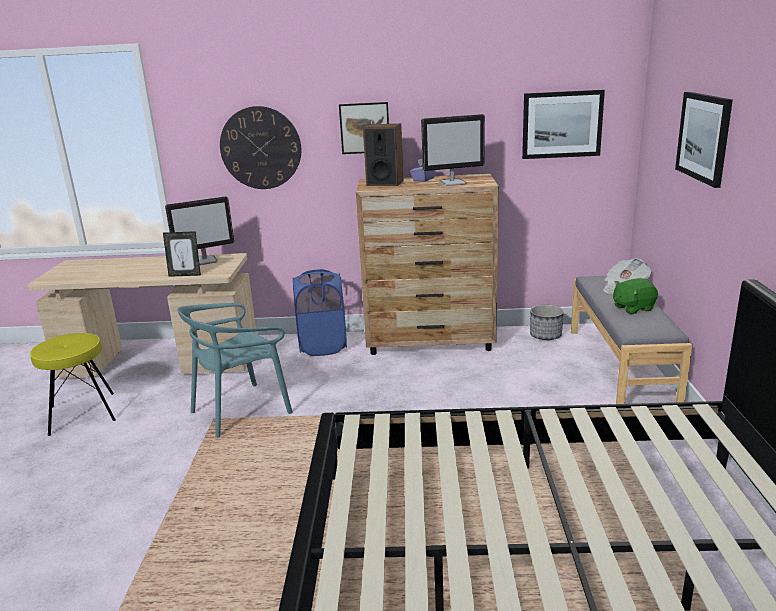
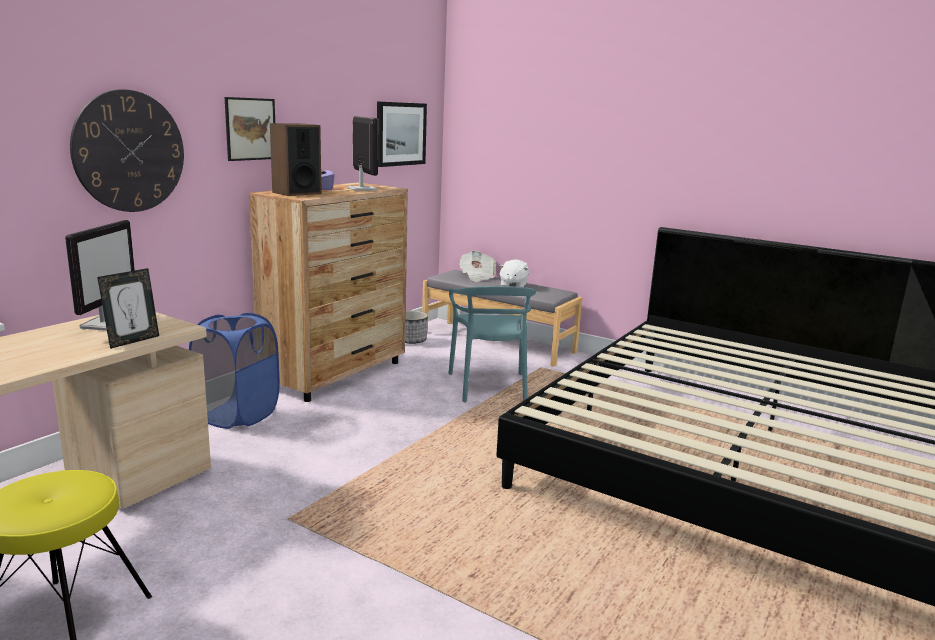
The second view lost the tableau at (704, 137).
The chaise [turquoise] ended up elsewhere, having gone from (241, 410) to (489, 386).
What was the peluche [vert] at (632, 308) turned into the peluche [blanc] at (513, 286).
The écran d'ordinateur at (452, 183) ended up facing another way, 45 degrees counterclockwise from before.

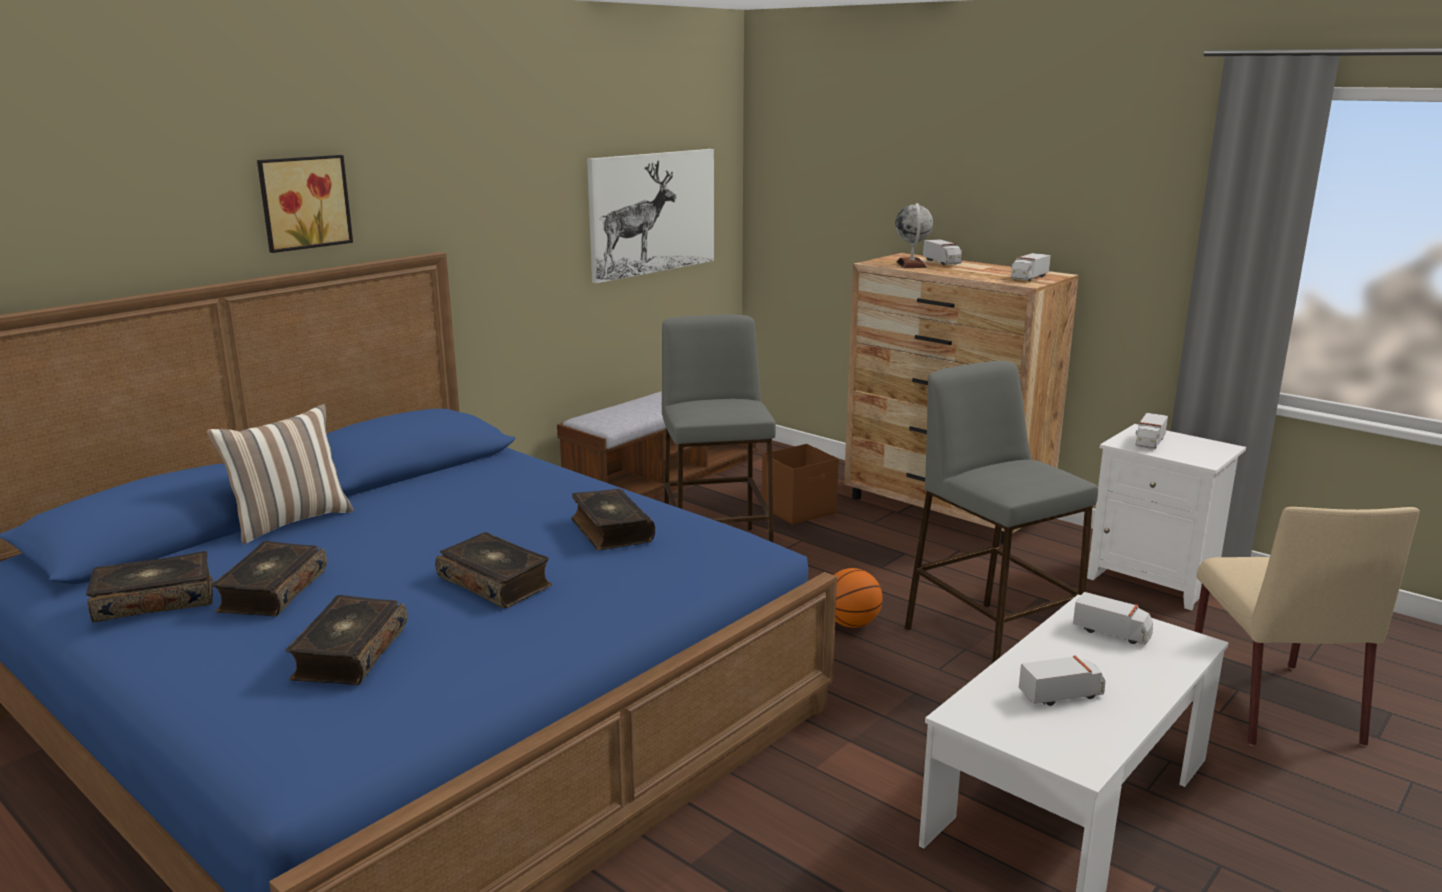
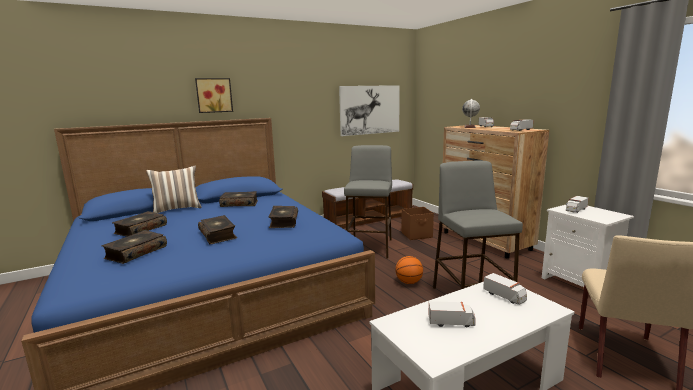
The livre ended up elsewhere, having gone from (155, 600) to (239, 204).

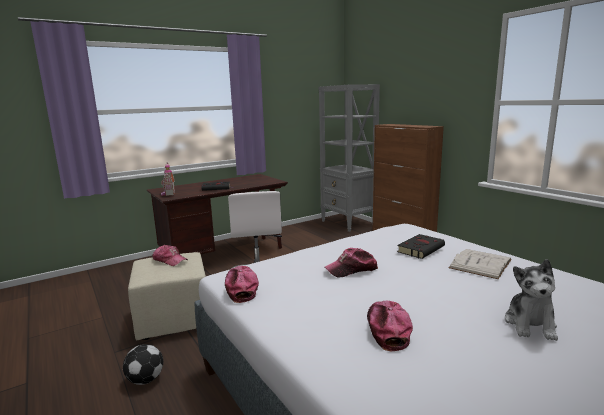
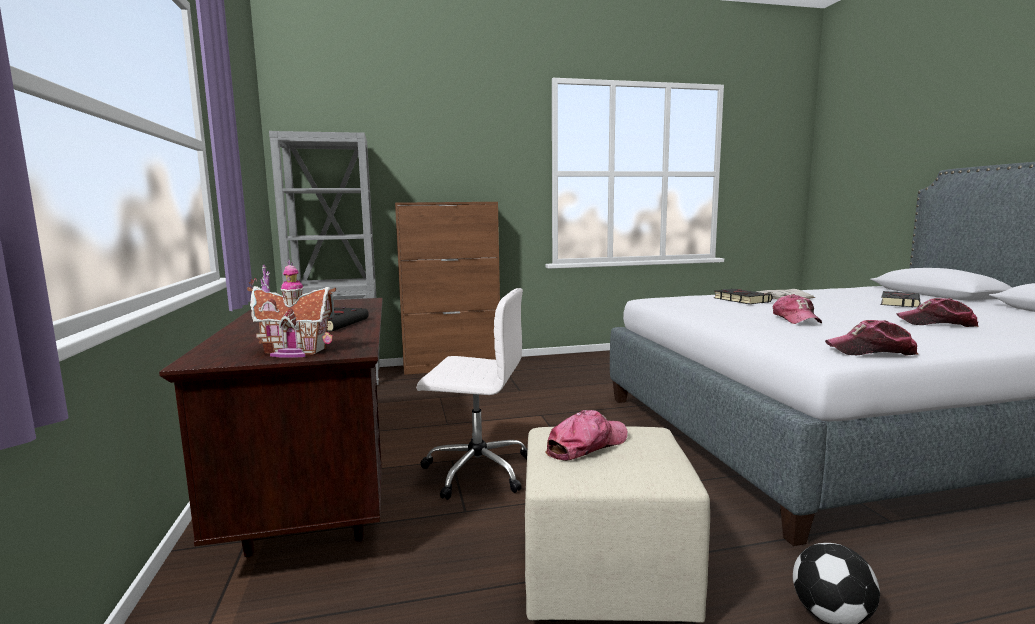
Where the peluche stood at (530, 324), the livre [noir] came to stand at (899, 303).

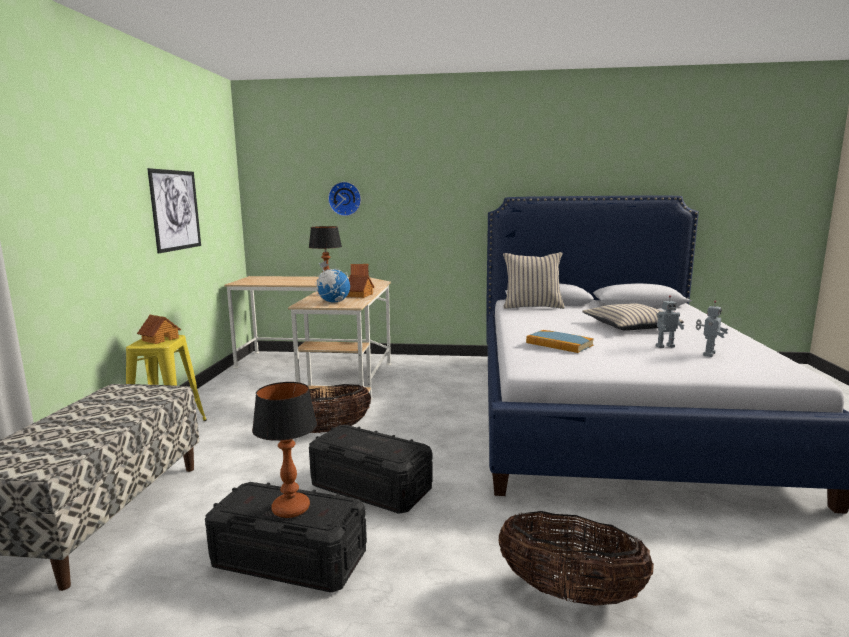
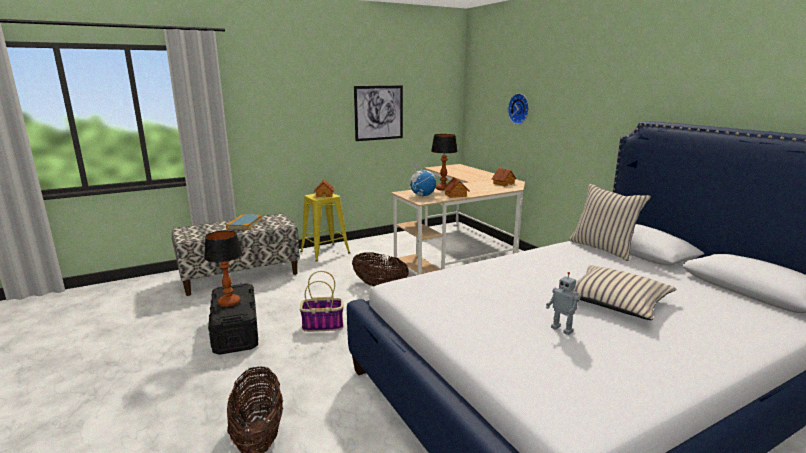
The second view lost the robot jouet at (707, 354).
The livre ended up elsewhere, having gone from (559, 344) to (244, 224).
Where the boîte de rangement [noir] stood at (370, 487), the panier came to stand at (323, 325).

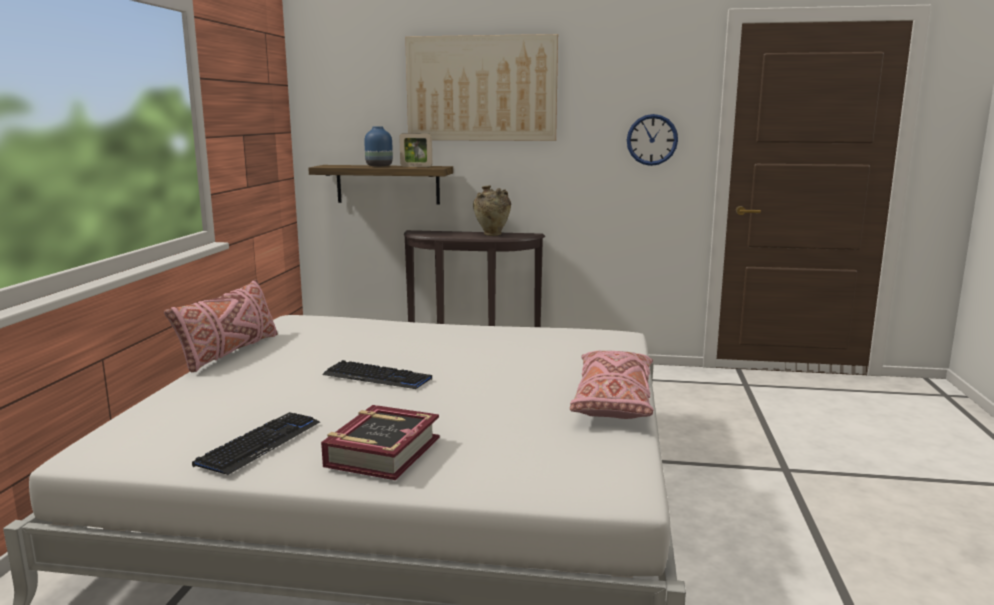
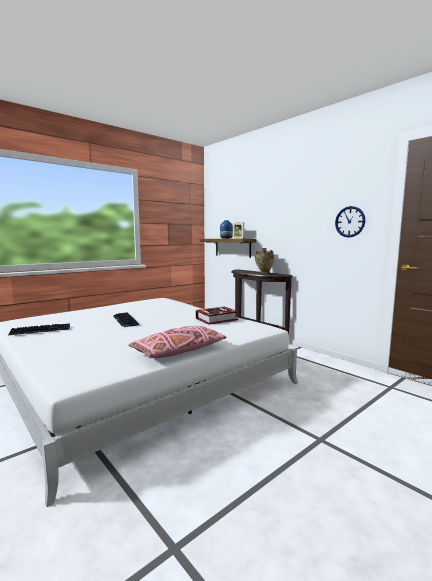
The second view lost the coussin [rose] at (228, 352).
The second view lost the tableau at (481, 88).
The livre ended up elsewhere, having gone from (382, 452) to (216, 319).

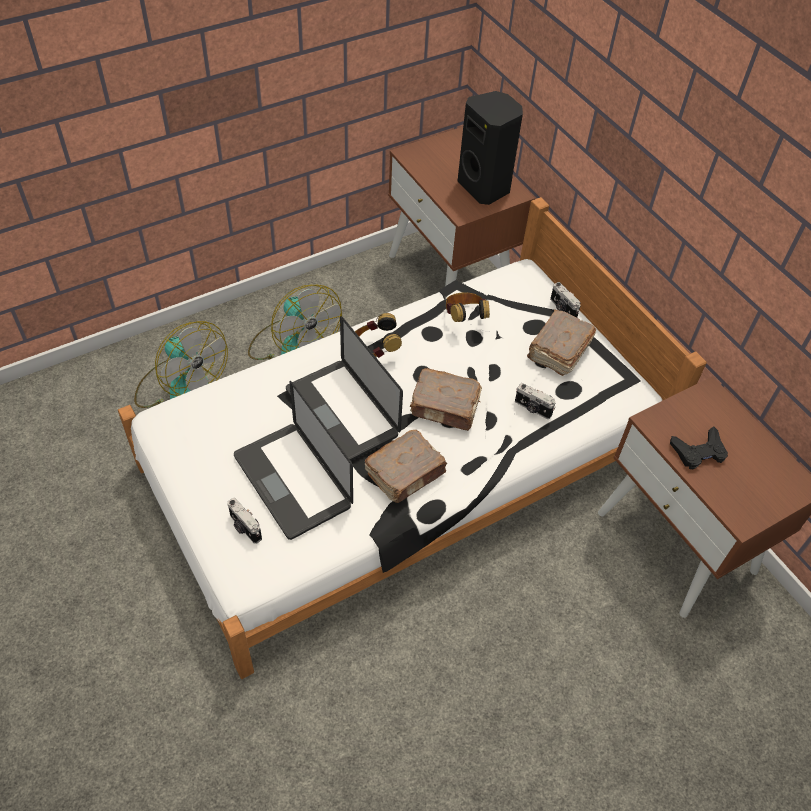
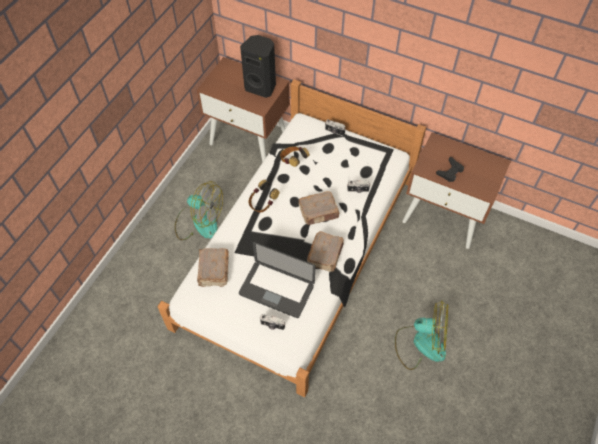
The second view lost the ordinateur portable at (342, 412).
The ventilateur ended up elsewhere, having gone from (181, 388) to (420, 343).
The livre [marron] ended up elsewhere, having gone from (558, 351) to (213, 271).

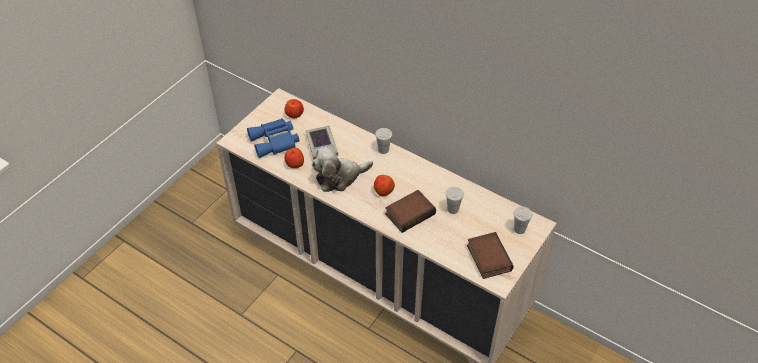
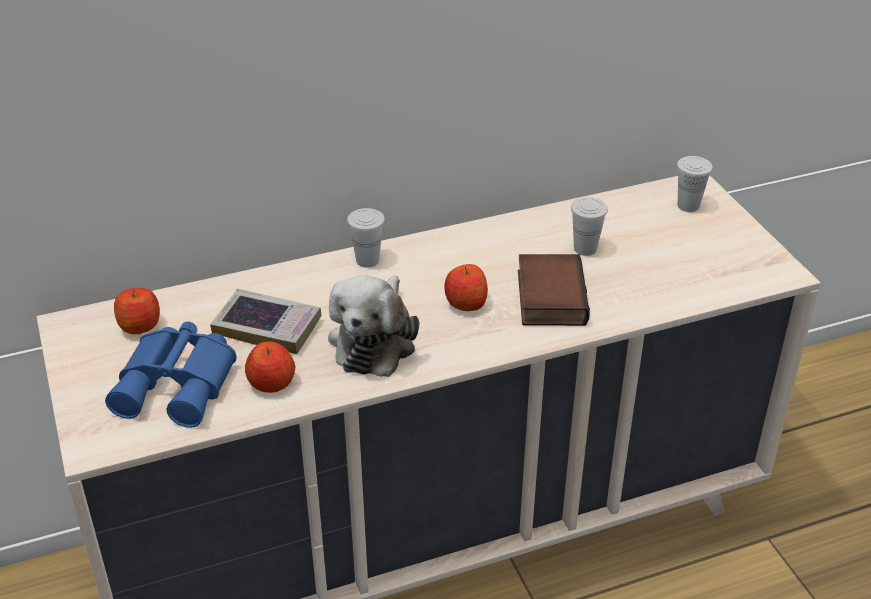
The second view lost the livre at (487, 258).

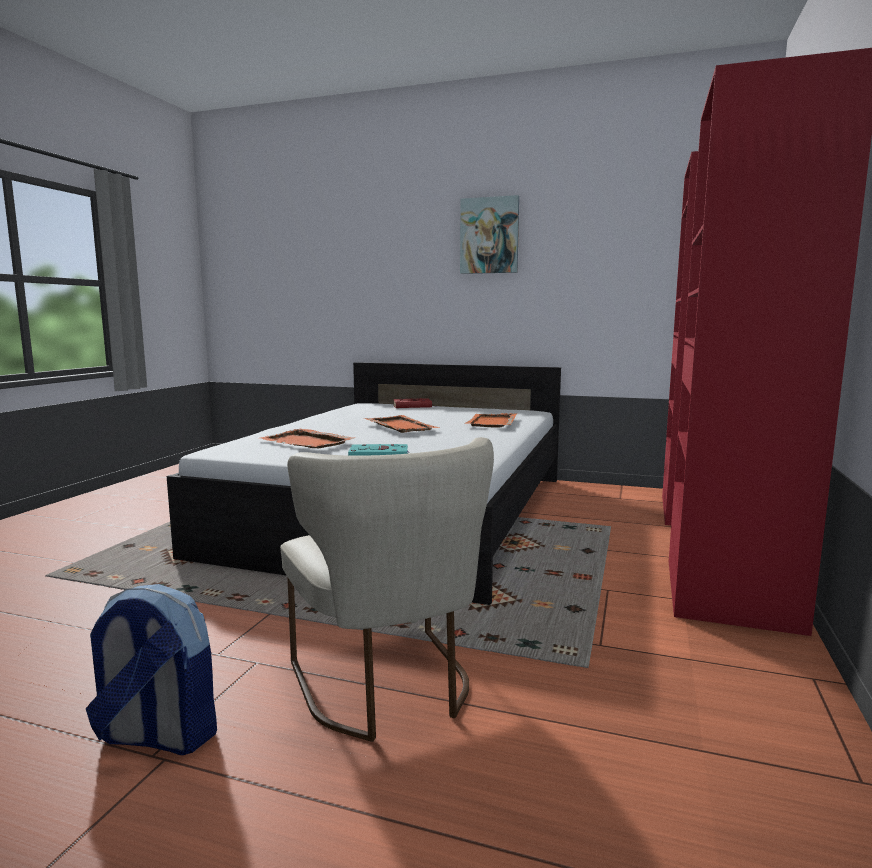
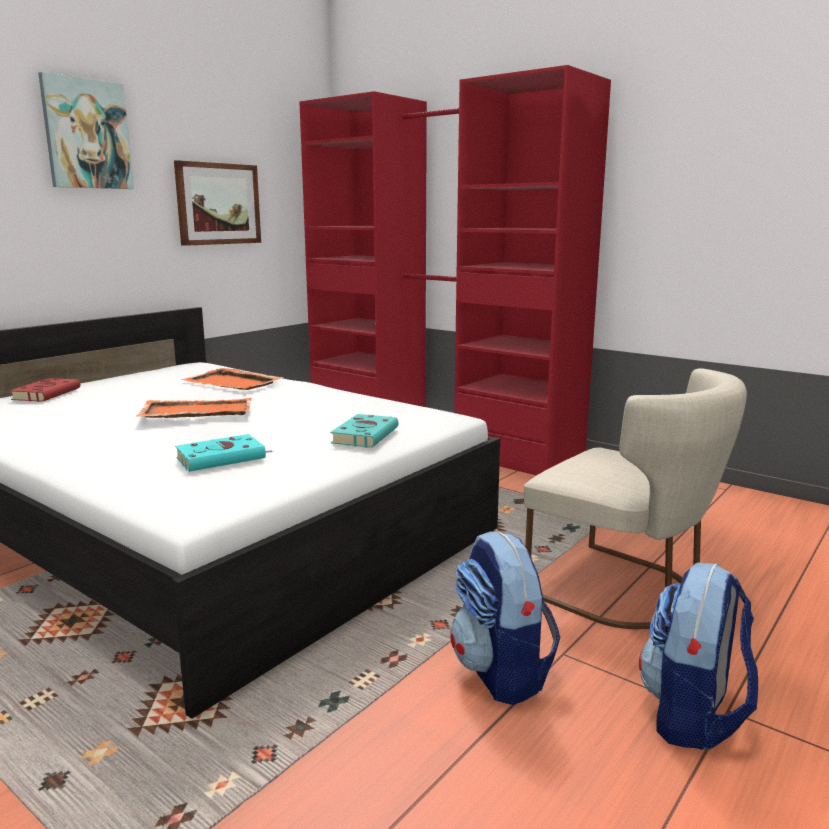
The second view gained the tableau at (218, 204).
The second view gained the sac à dos at (501, 672).
Where the plateau [orange] stood at (307, 442), the livre [turquoise] came to stand at (223, 458).
The chaise [beige] at (389, 689) ended up facing another way, 45 degrees clockwise from before.

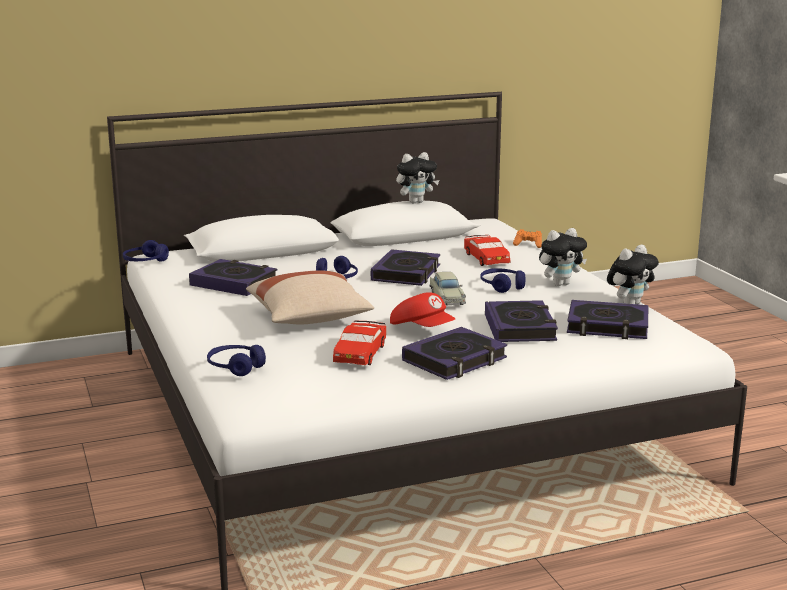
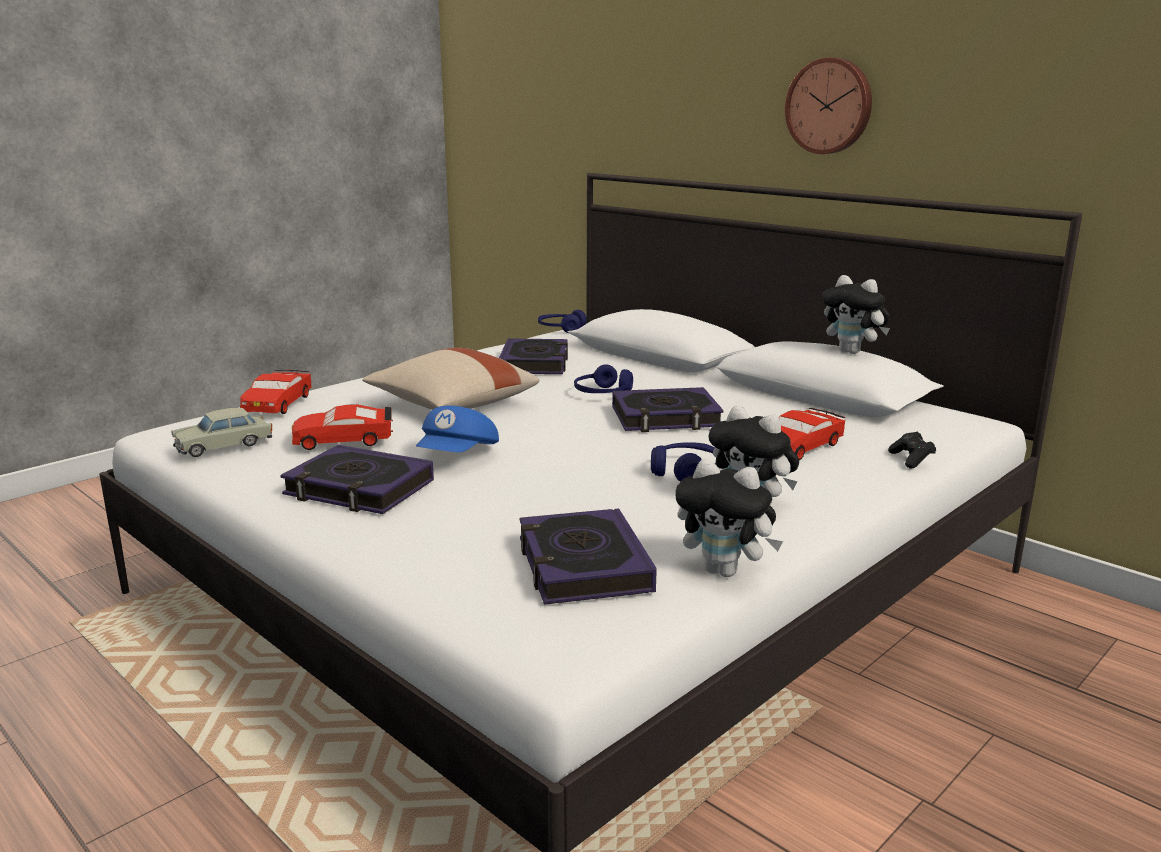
The second view lost the livre at (520, 328).
The second view gained the horloge murale at (830, 106).
The petite voiture [beige] ended up elsewhere, having gone from (447, 298) to (224, 445).
Where the casque audio [bleu] stood at (235, 367), the petite voiture [rouge] came to stand at (277, 403).
What was the casquette [rouge] at (422, 329) turned into the casquette [bleu] at (458, 456).
What was the manette [orange] at (528, 244) turned into the manette [noir] at (911, 460).

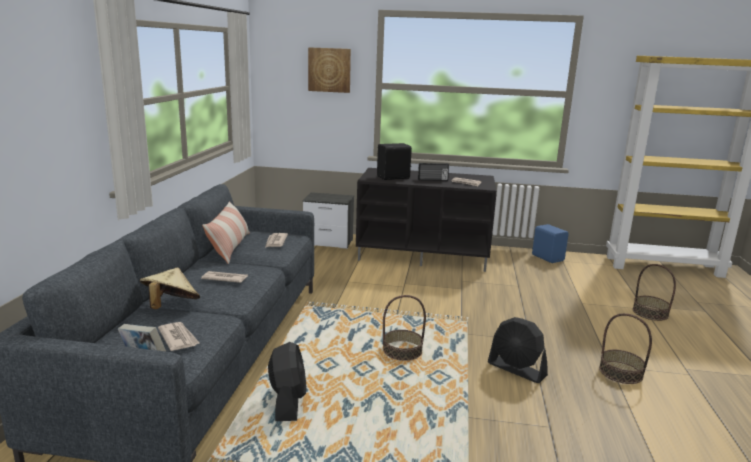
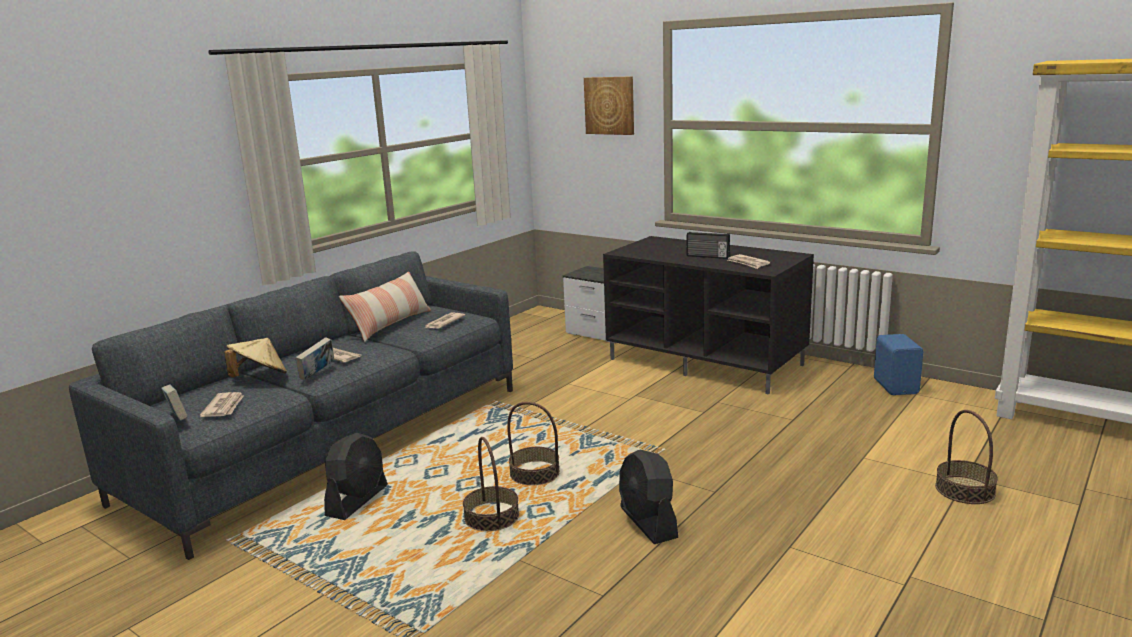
The second view lost the enceinte [noir] at (394, 178).
The second view gained the livre at (317, 374).
The panier ended up elsewhere, having gone from (620, 372) to (492, 517).

